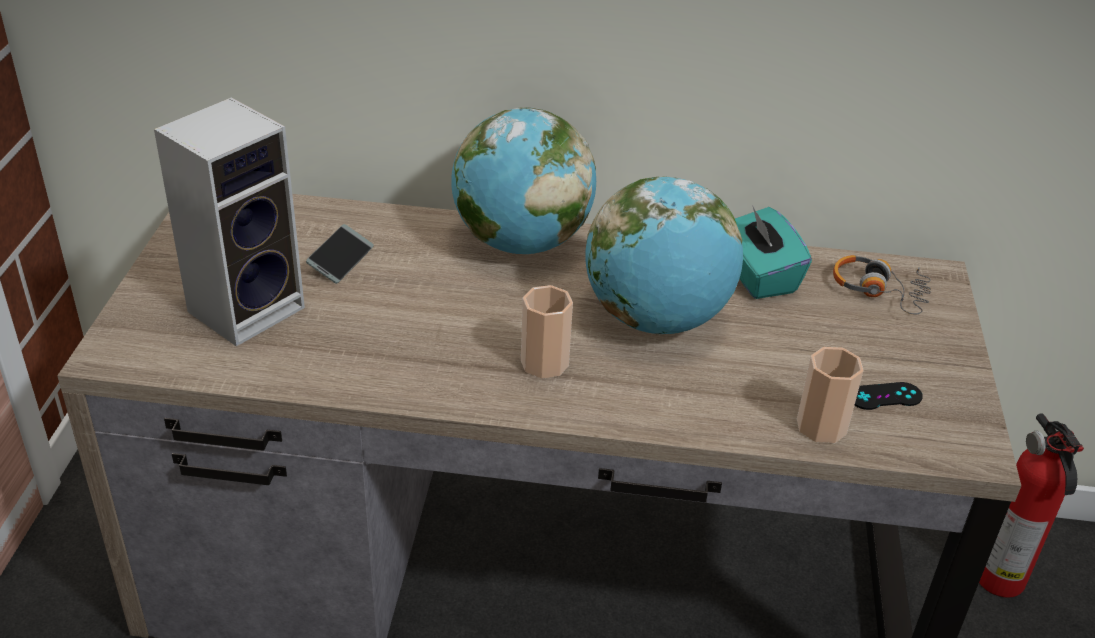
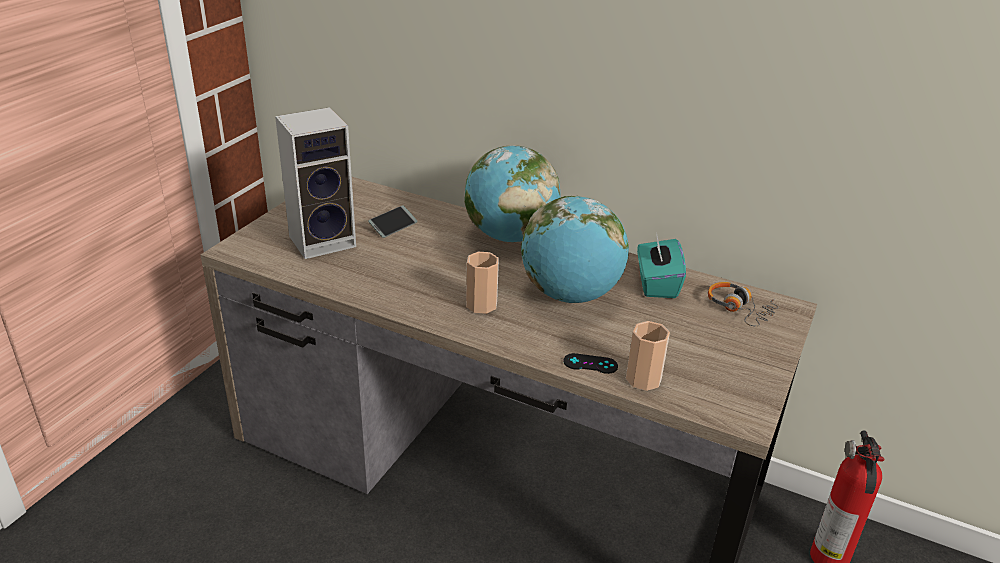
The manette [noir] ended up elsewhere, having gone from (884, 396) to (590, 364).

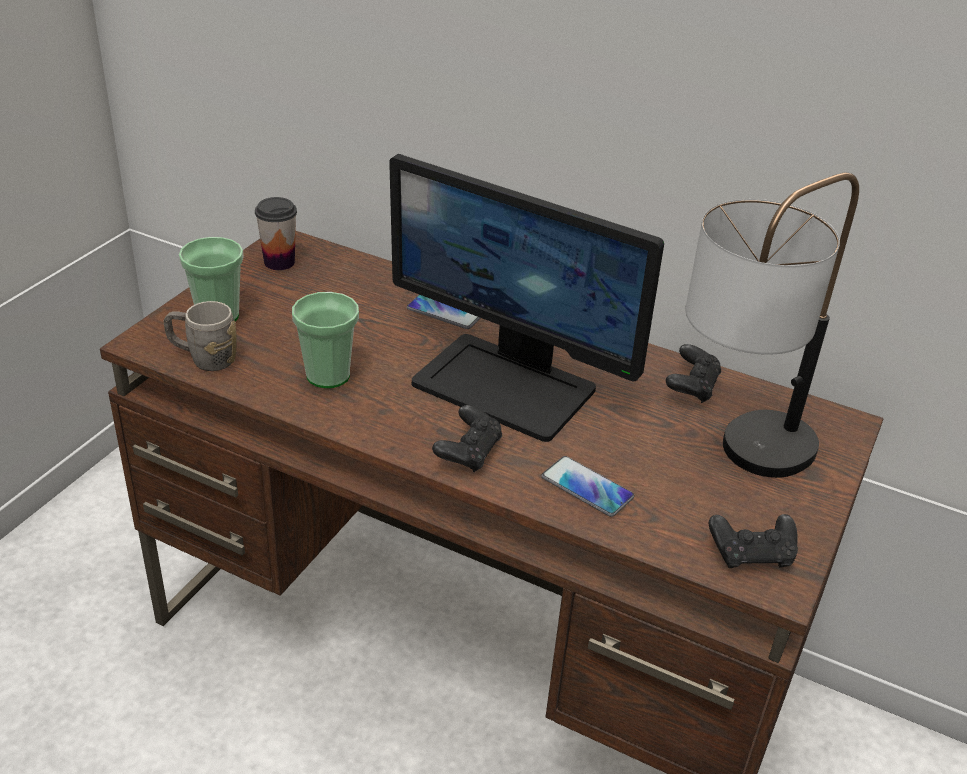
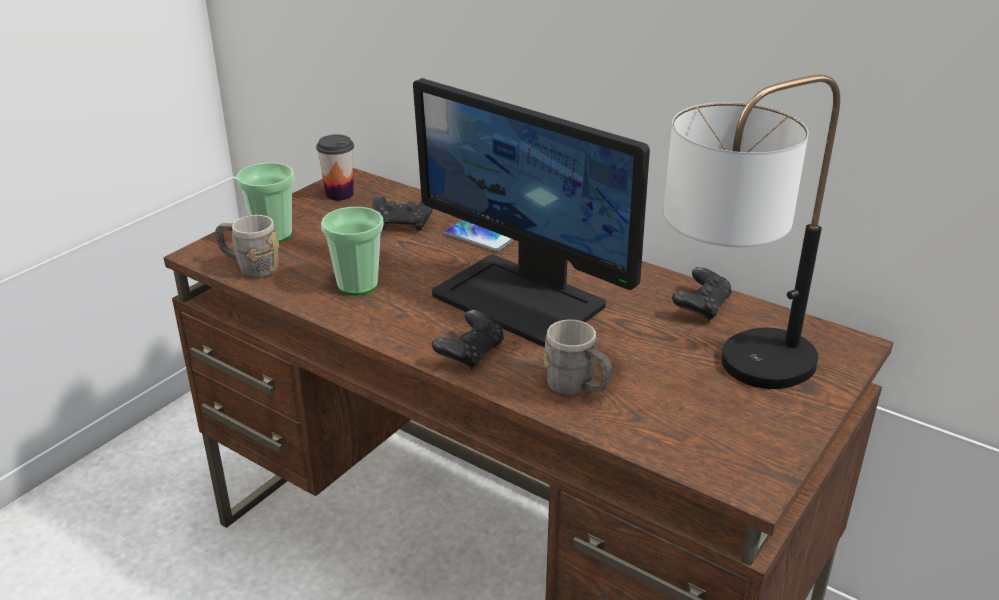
The manette [noir] ended up elsewhere, having gone from (751, 554) to (403, 224).
Where the téléphone stood at (587, 487), the mug [gris] came to stand at (577, 388).

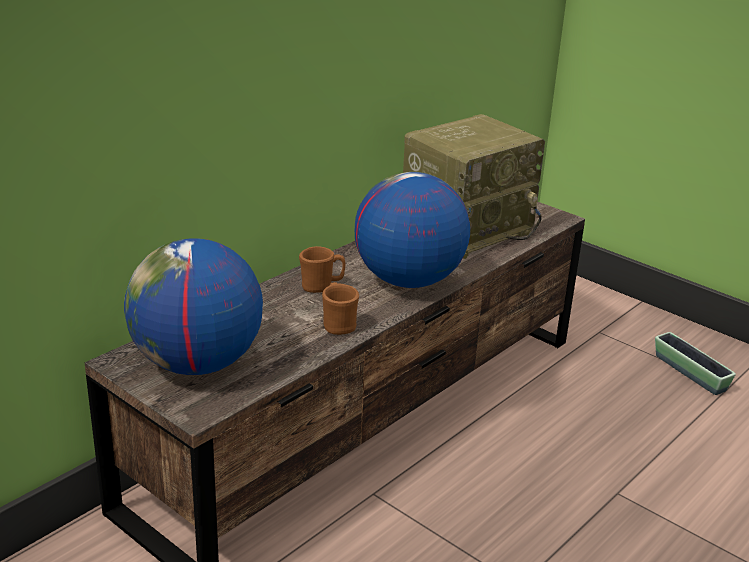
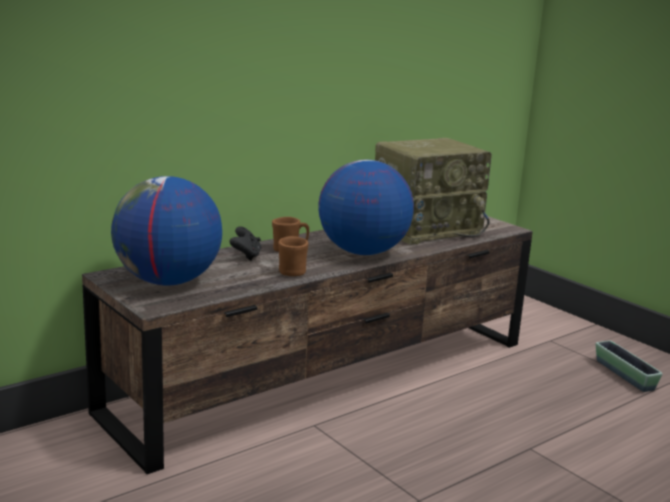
The second view gained the manette [noir] at (246, 256).

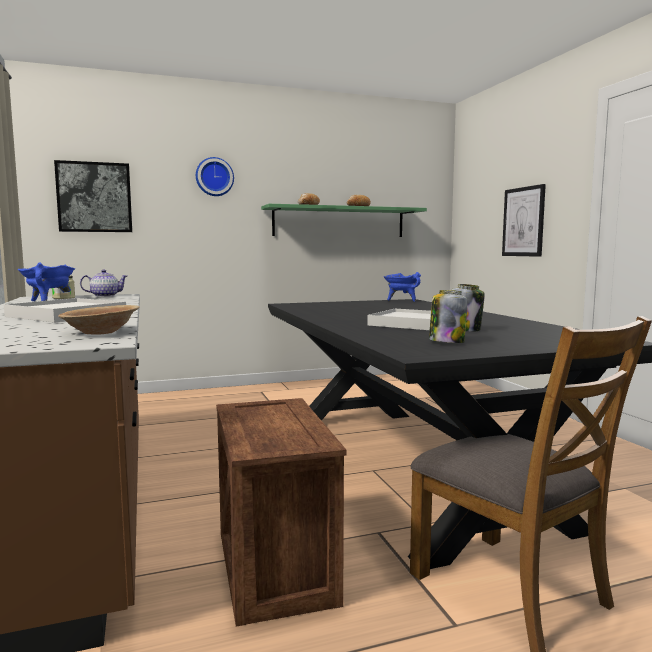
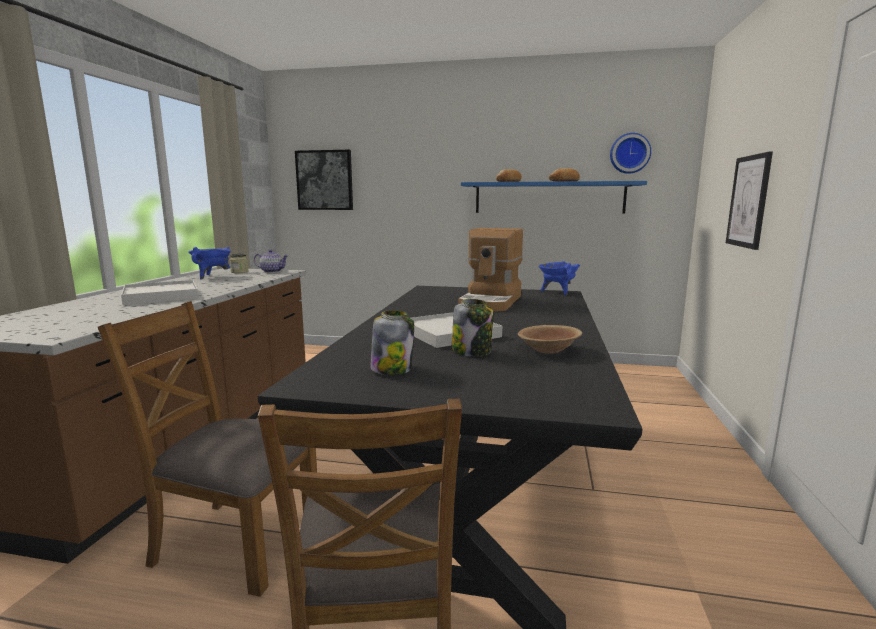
The second view gained the machine à café at (492, 302).
The bol [marron] ended up elsewhere, having gone from (100, 332) to (548, 350).
The horloge murale ended up elsewhere, having gone from (214, 177) to (629, 153).
Where the caisse stood at (272, 566), the chaise [marron] came to stand at (235, 542).
What was the étagère [vert] at (339, 222) turned into the étagère [bleu] at (549, 198).

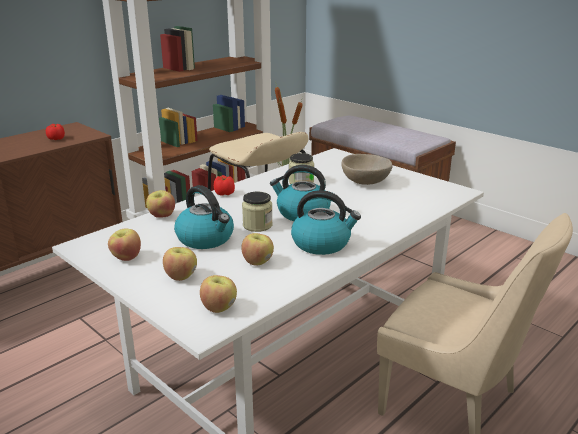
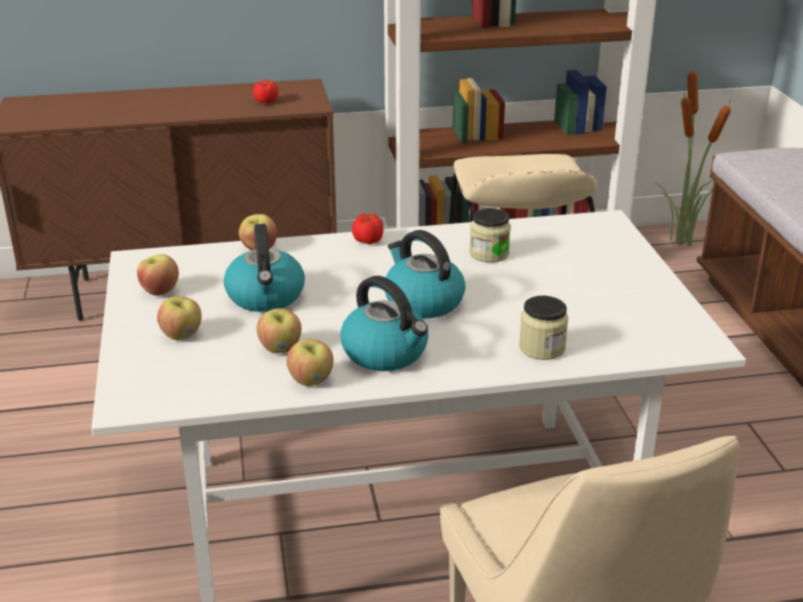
The second view lost the bol [beige] at (365, 182).
The pomme ended up elsewhere, having gone from (219, 307) to (311, 380).
The bocal ended up elsewhere, having gone from (257, 225) to (542, 348).

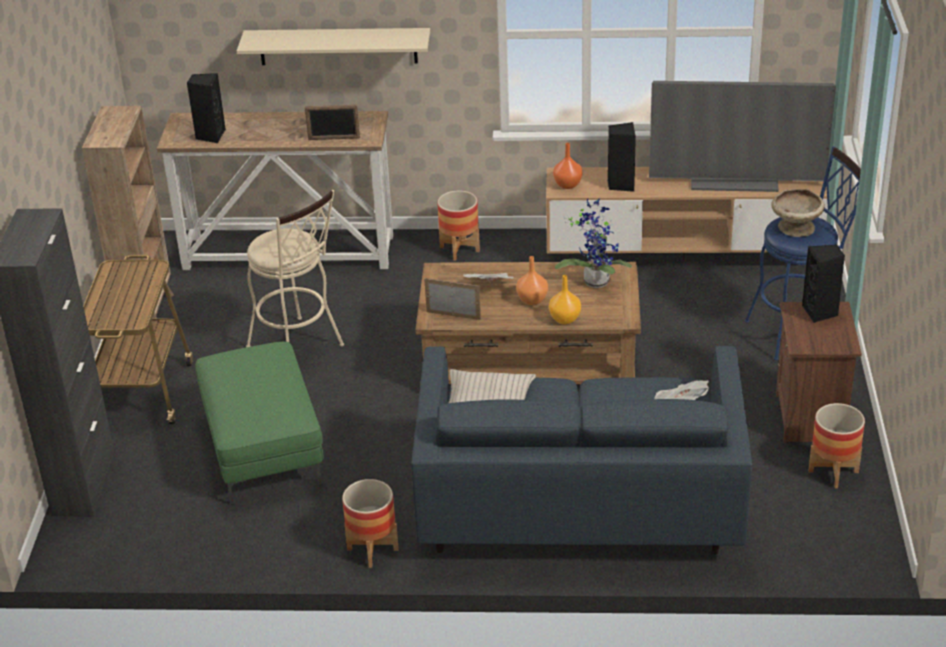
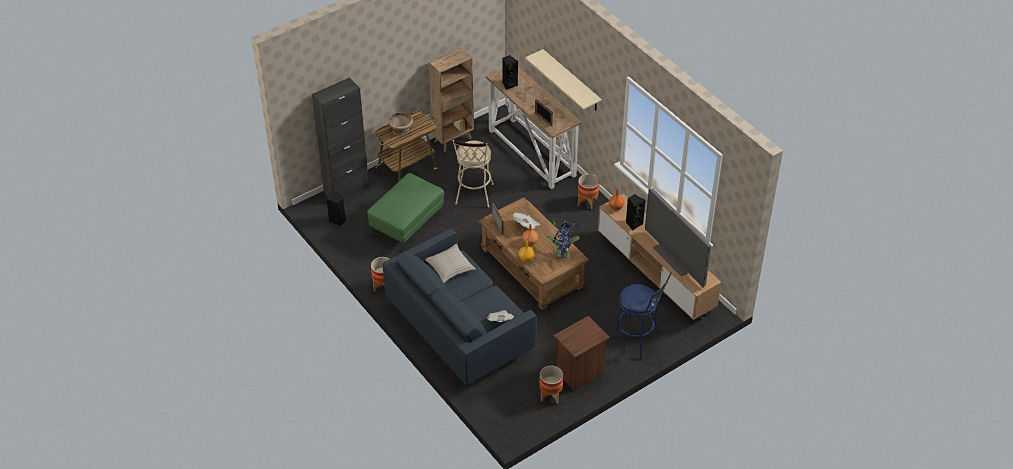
The bol [beige] ended up elsewhere, having gone from (796, 227) to (401, 130).
The enceinte [noir] ended up elsewhere, having gone from (820, 312) to (338, 220).

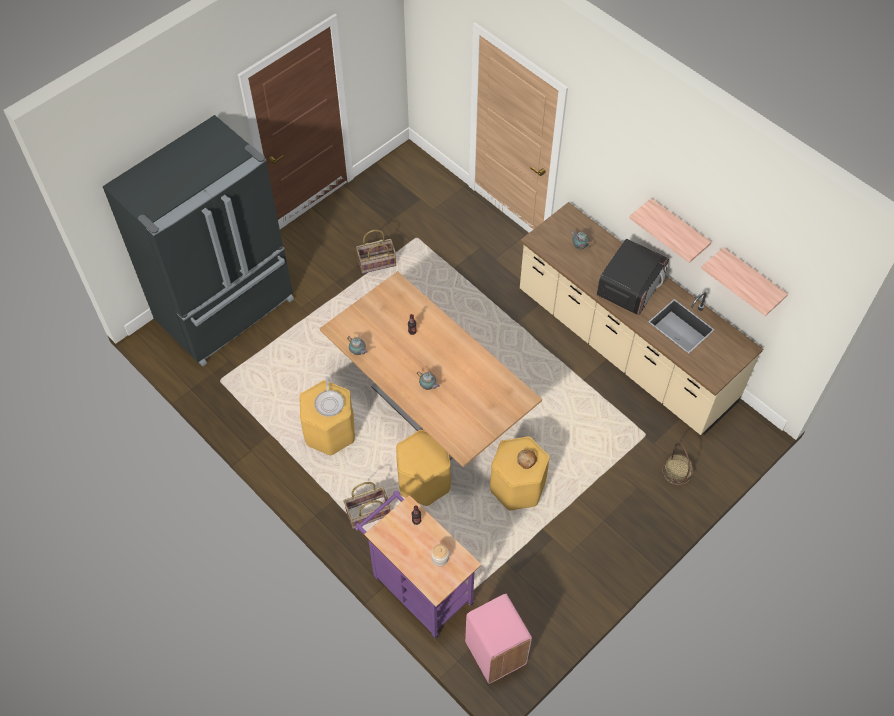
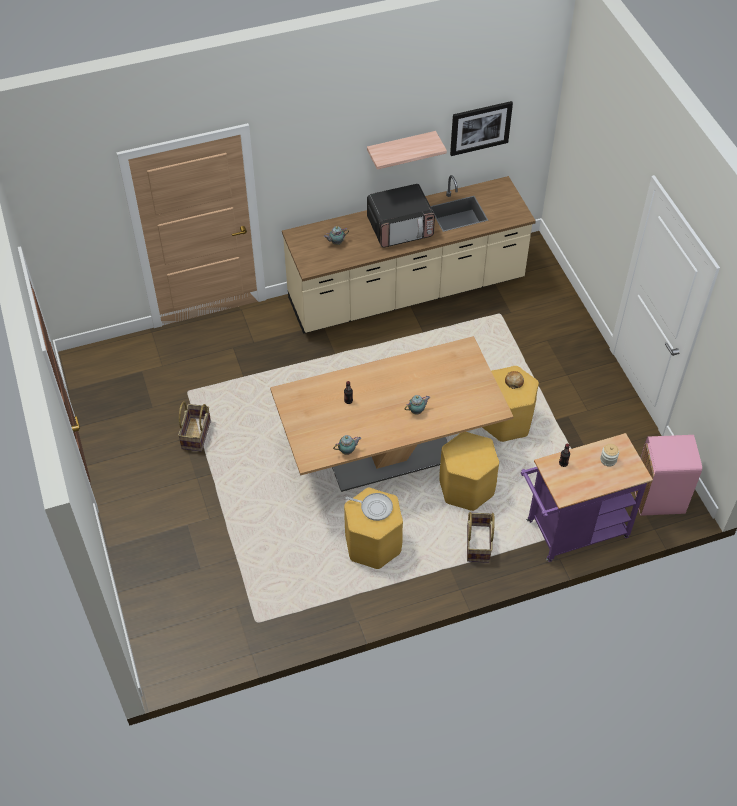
The second view lost the réfrigérateur [noir] at (227, 311).
The second view lost the panier at (677, 471).
Where the étagère hung at (751, 279), the tableau came to hang at (480, 127).
The micro-ondes at (630, 287) ended up facing another way, 105 degrees clockwise from before.

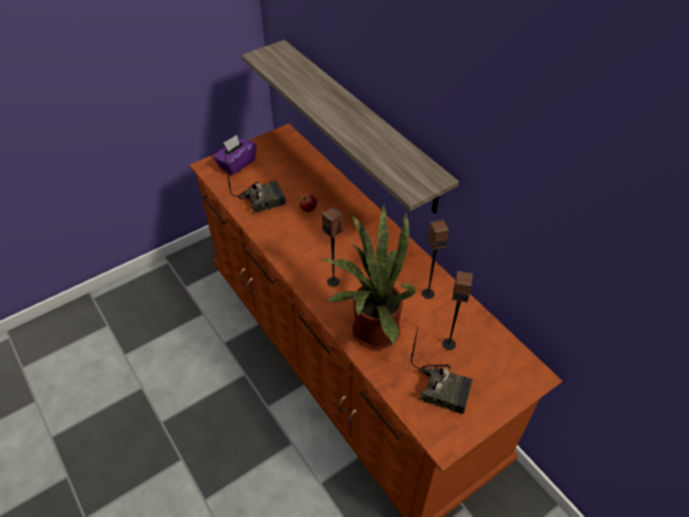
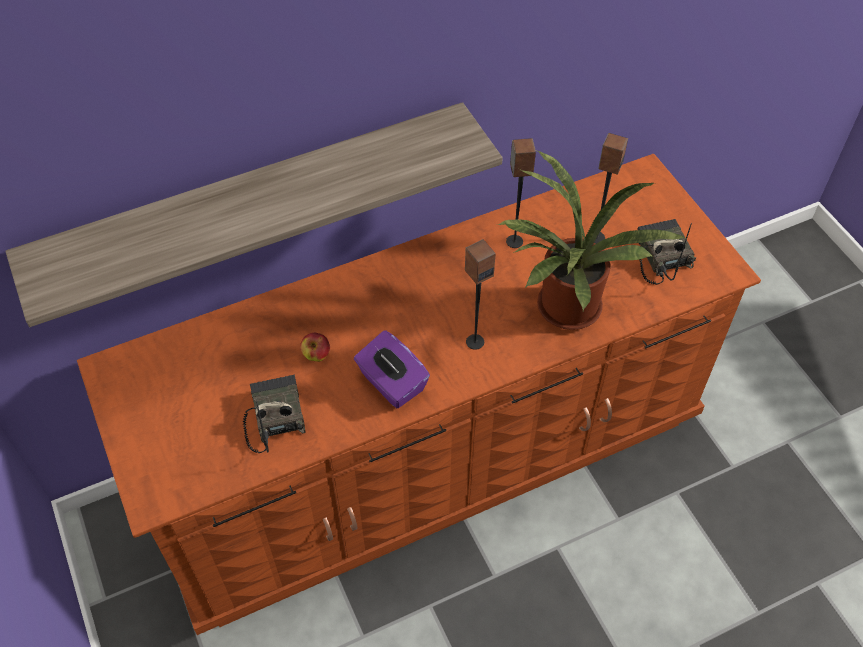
The boîte à mouchoirs [violet] ended up elsewhere, having gone from (236, 164) to (391, 383).
The radio at (444, 389) ended up facing another way, 45 degrees counterclockwise from before.

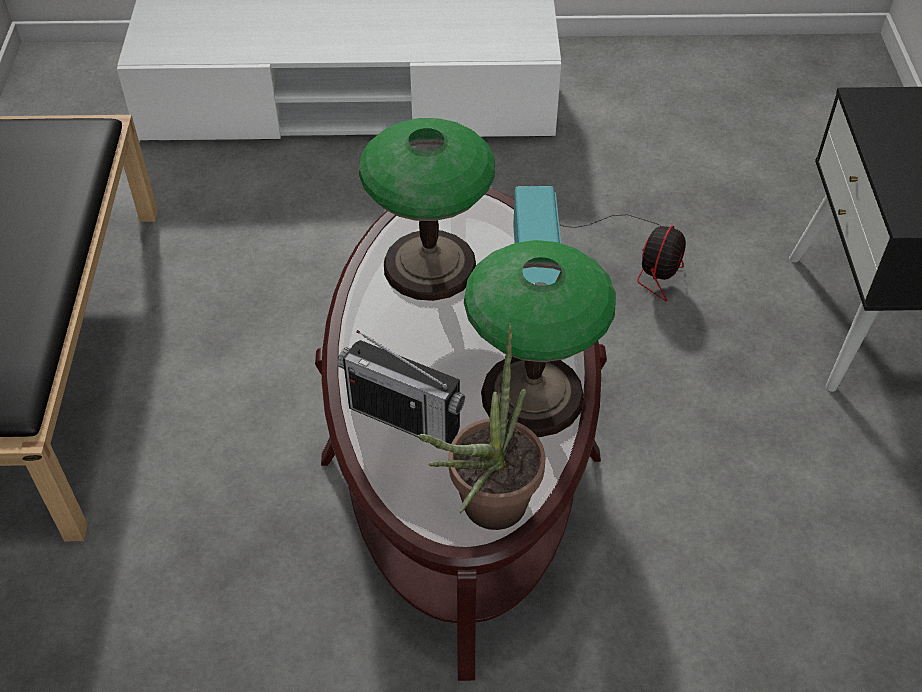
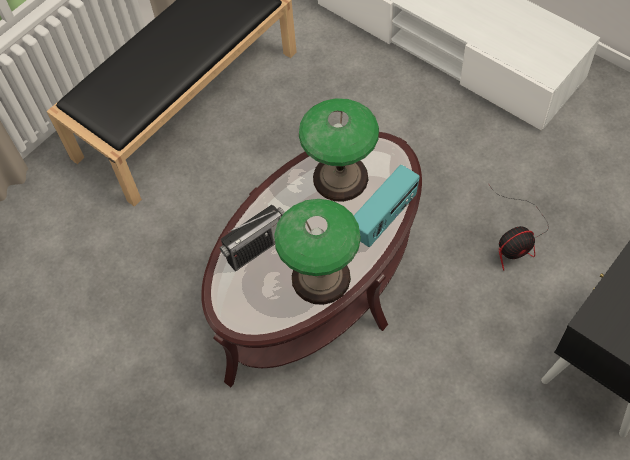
The second view lost the plante en pot at (485, 513).
The radio at (404, 418) ended up facing another way, 105 degrees counterclockwise from before.

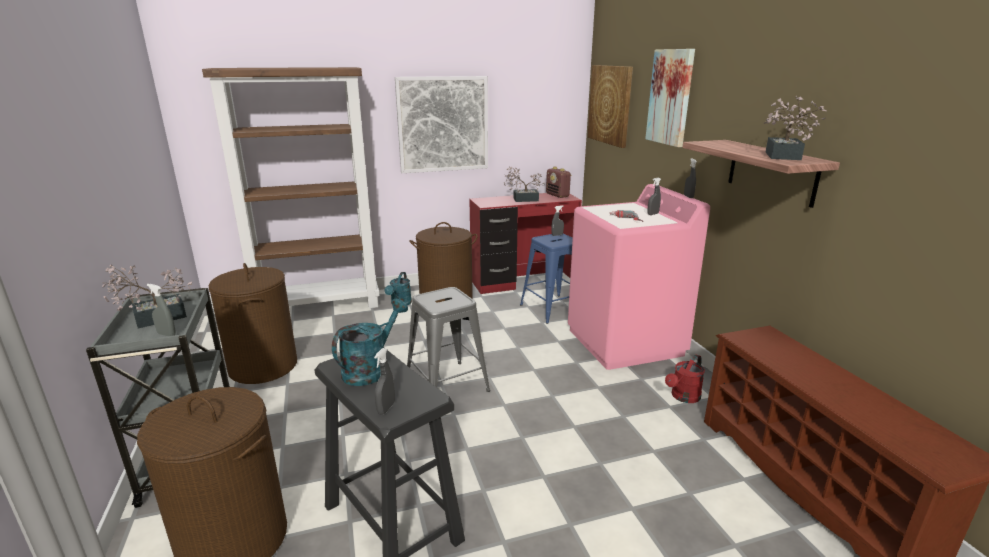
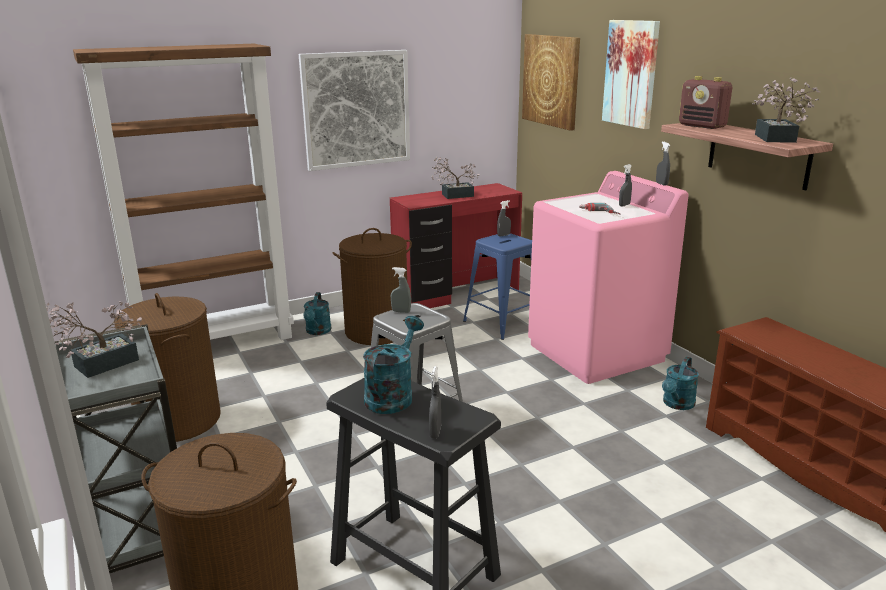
The vaporisateur [gris] ended up elsewhere, having gone from (166, 334) to (401, 311).
The radio ended up elsewhere, having gone from (557, 195) to (702, 126).
What was the arrosoir [rouge] at (683, 397) turned into the arrosoir [turquoise] at (677, 404).

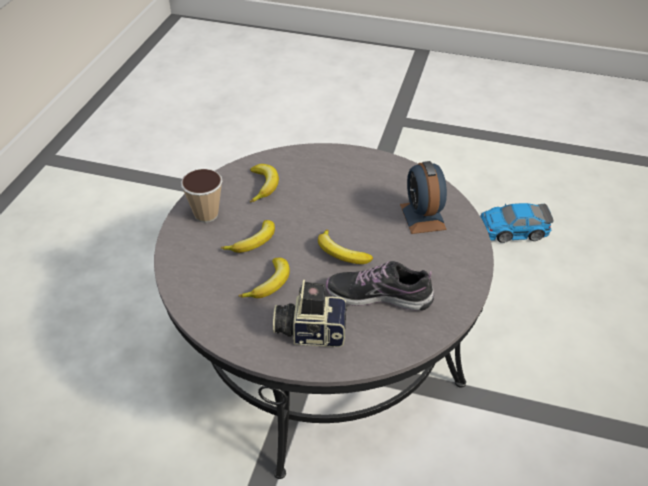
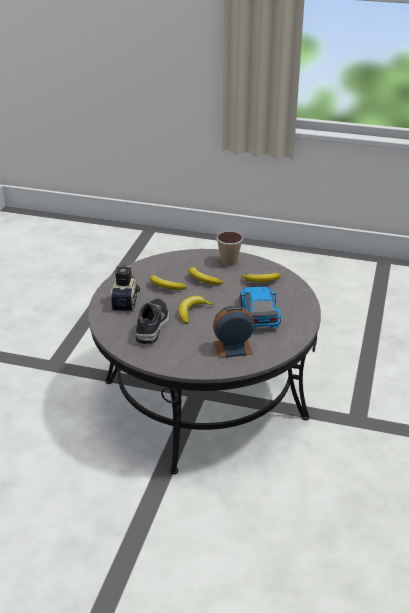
The petite voiture ended up elsewhere, having gone from (512, 230) to (259, 314).

